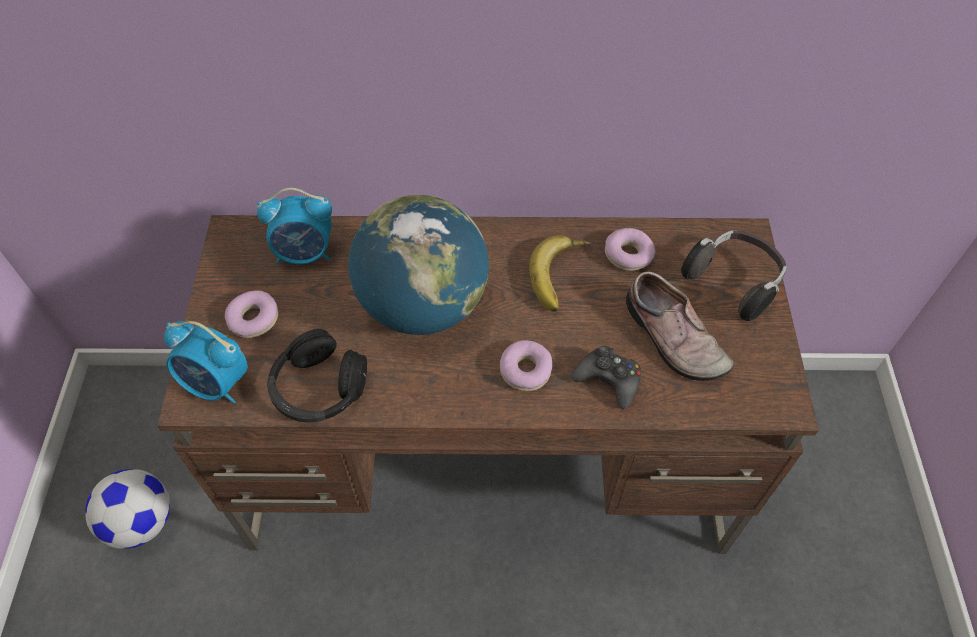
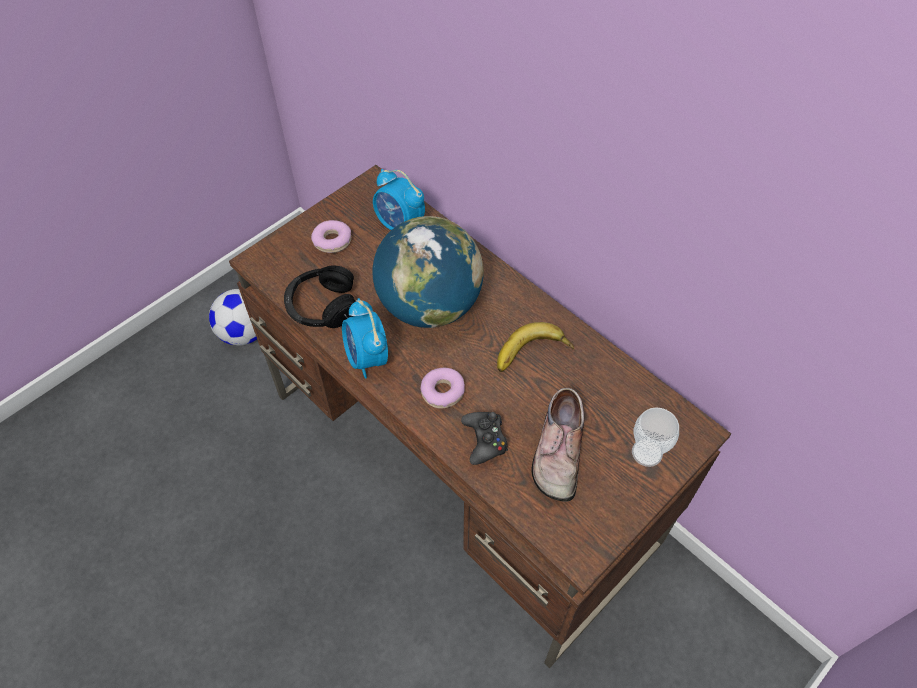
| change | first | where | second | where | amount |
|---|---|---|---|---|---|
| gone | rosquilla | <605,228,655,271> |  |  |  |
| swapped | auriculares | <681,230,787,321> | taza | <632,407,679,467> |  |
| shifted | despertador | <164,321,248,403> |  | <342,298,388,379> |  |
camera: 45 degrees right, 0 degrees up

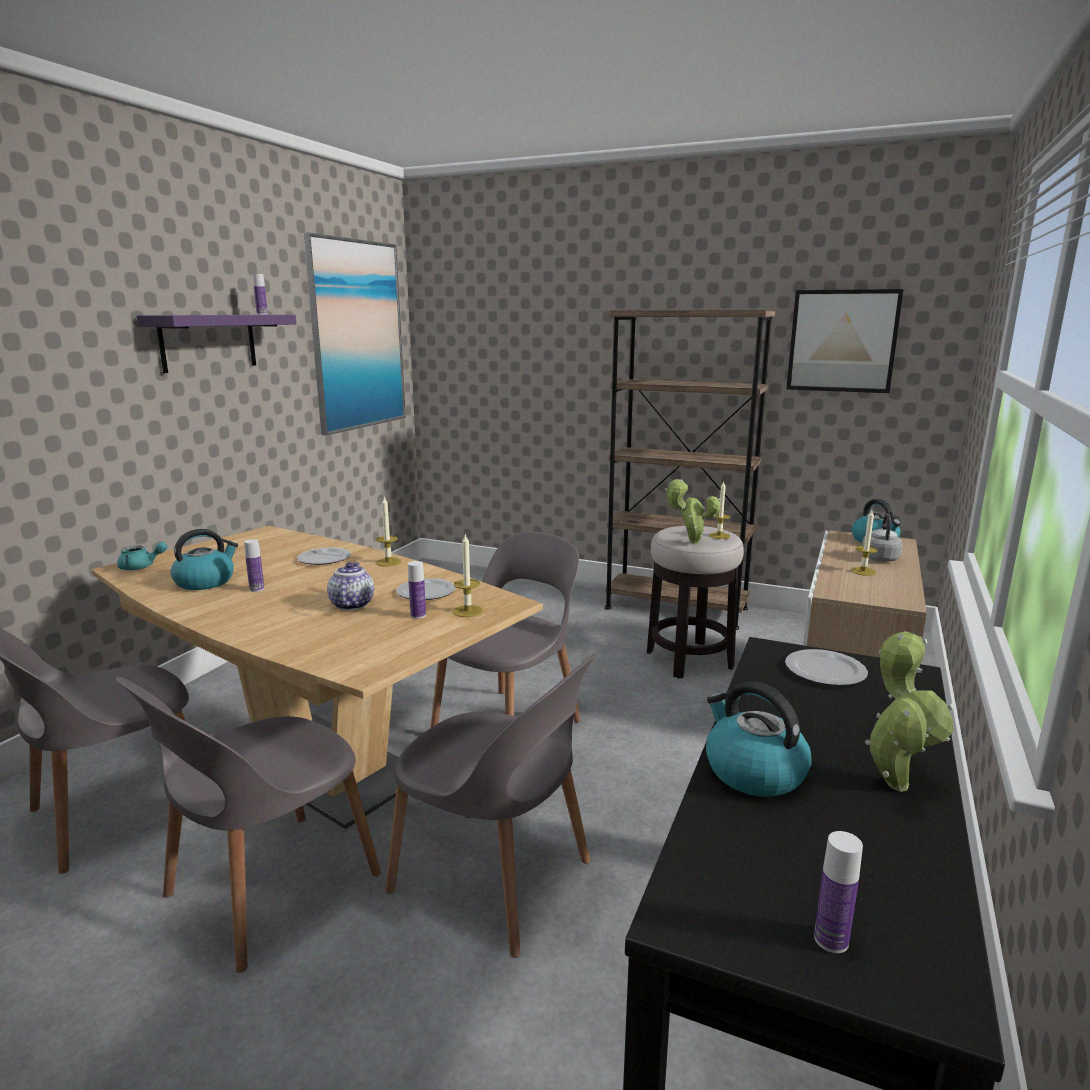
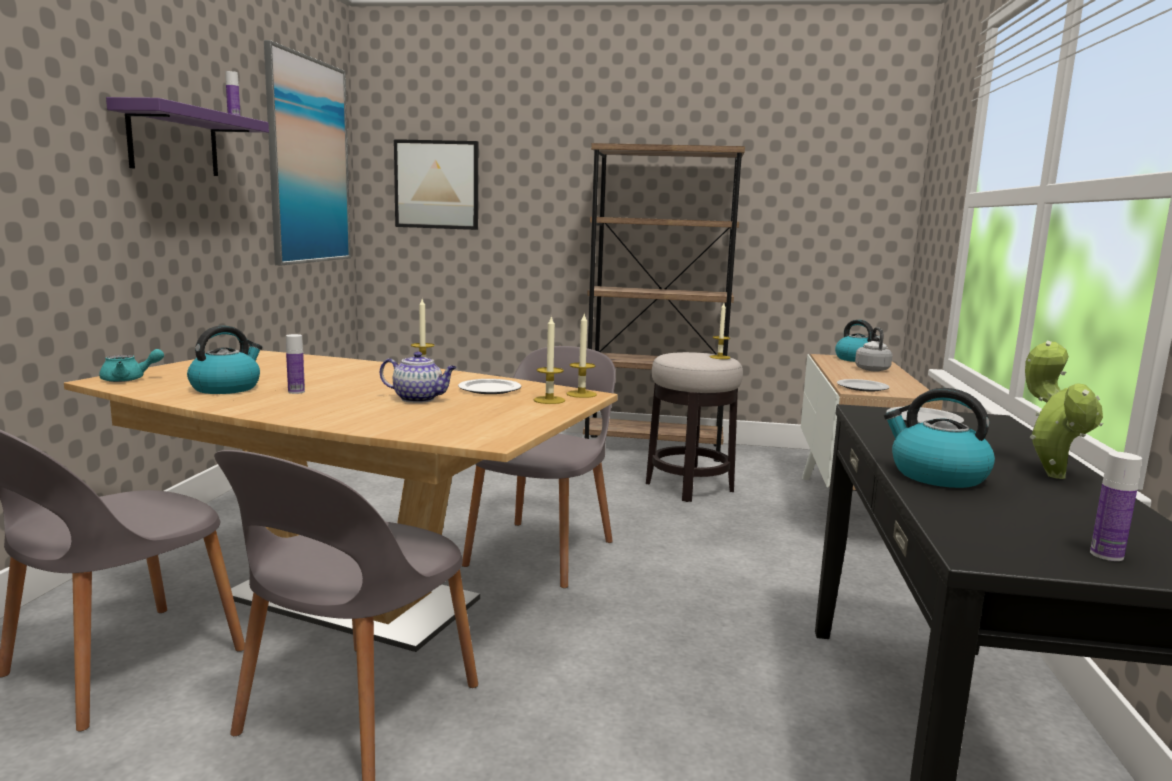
| change | first | where | second | where | amount |
|---|---|---|---|---|---|
| shifted | cuadro | <787,289,904,393> |  | <394,139,478,230> |  |
| gone | planta en maceta | <665,479,721,544> |  |  |  |
| shifted | vela | <851,510,878,576> |  | <566,314,597,398> |  |
| shifted | plato | <297,547,351,565> |  | <837,379,889,392> |  |
| gone | botella | <408,561,426,619> |  |  |  |
| rotated | tetera | <327,562,374,610> |  | <380,351,457,403> | 120 degrees clockwise |
| gone | silla (gris) | <385,653,597,958> |  |  |  |
camera: 15 degrees left, 5 degrees down

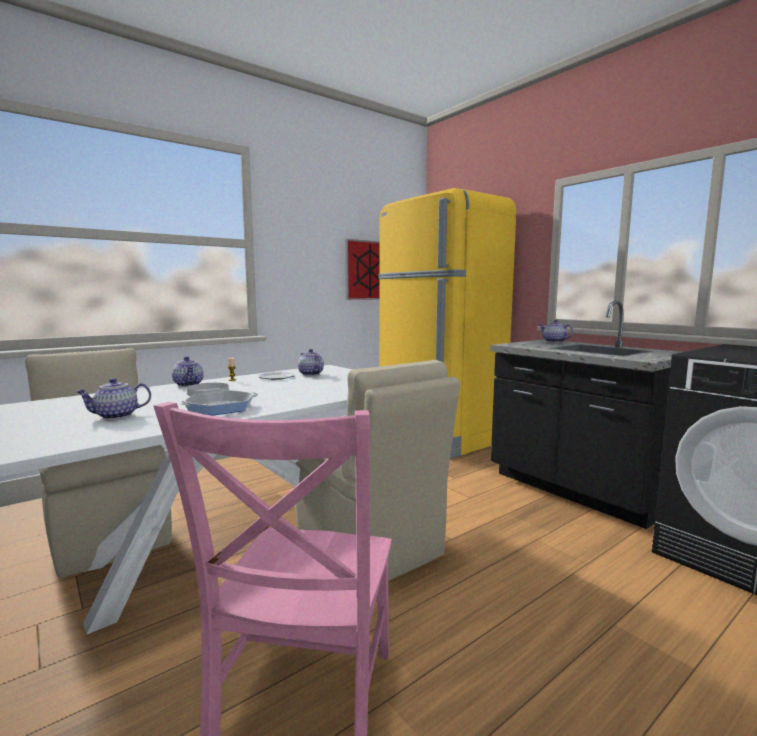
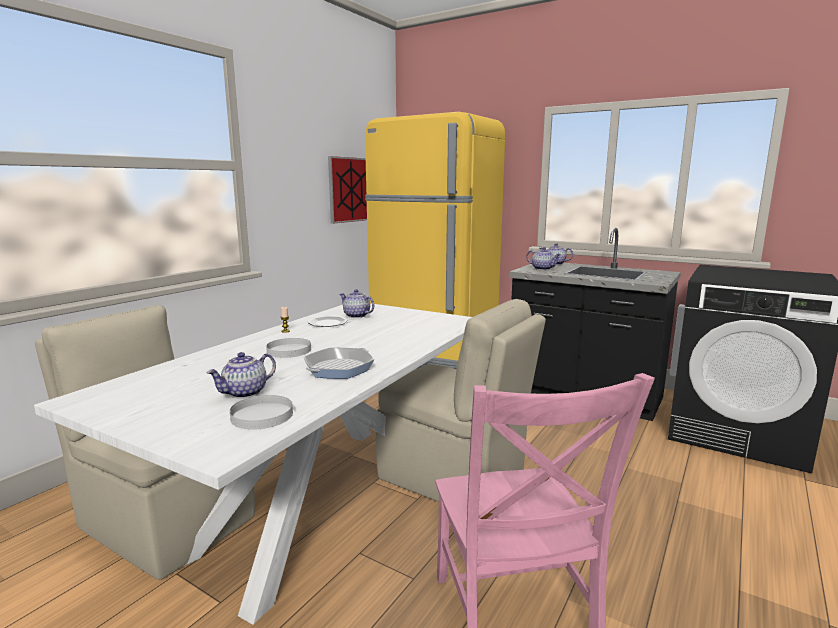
| change | first | where | second | where | amount |
|---|---|---|---|---|---|
| shifted | tetera | <172,356,204,387> |  | <526,247,561,270> |  |
| new |  |  | plato (blanco) | <230,395,293,430> |  |
camera: 20 degrees left, 5 degrees up

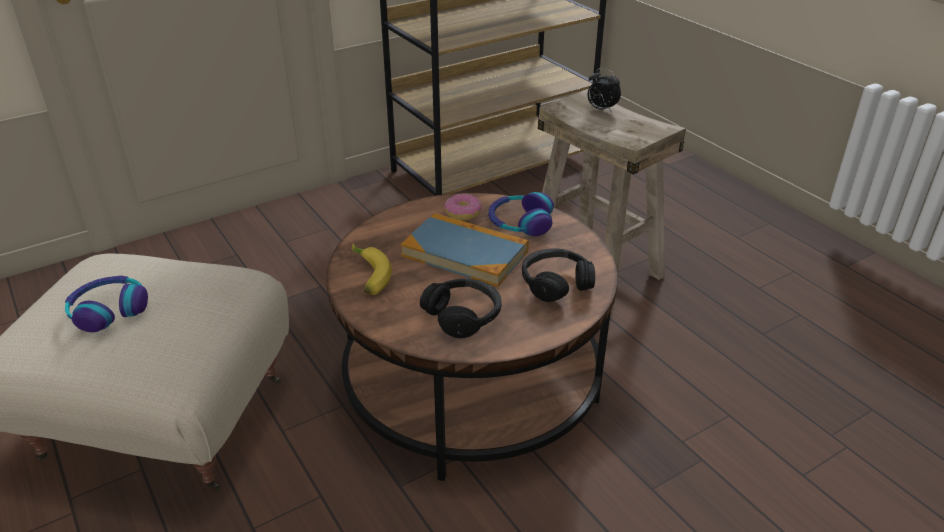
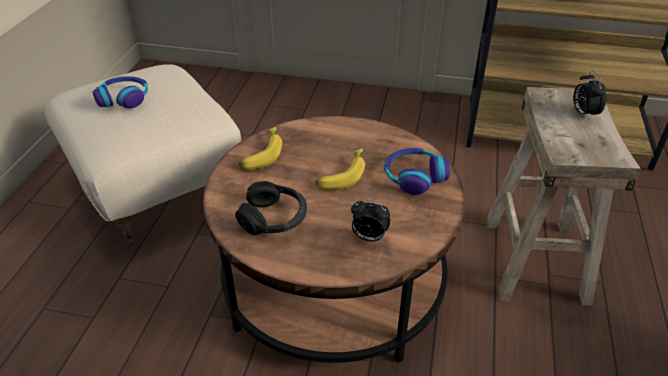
| change | first | where | second | where | amount |
|---|---|---|---|---|---|
| gone | rosquilla | <444,193,481,220> |  |  |  |
| swapped | libro | <400,213,529,287> | plátano | <316,149,365,190> |  |
| swapped | auriculares (negro) | <522,248,595,302> | despertador | <351,199,391,241> |  |
camera: 45 degrees right, 5 degrees up

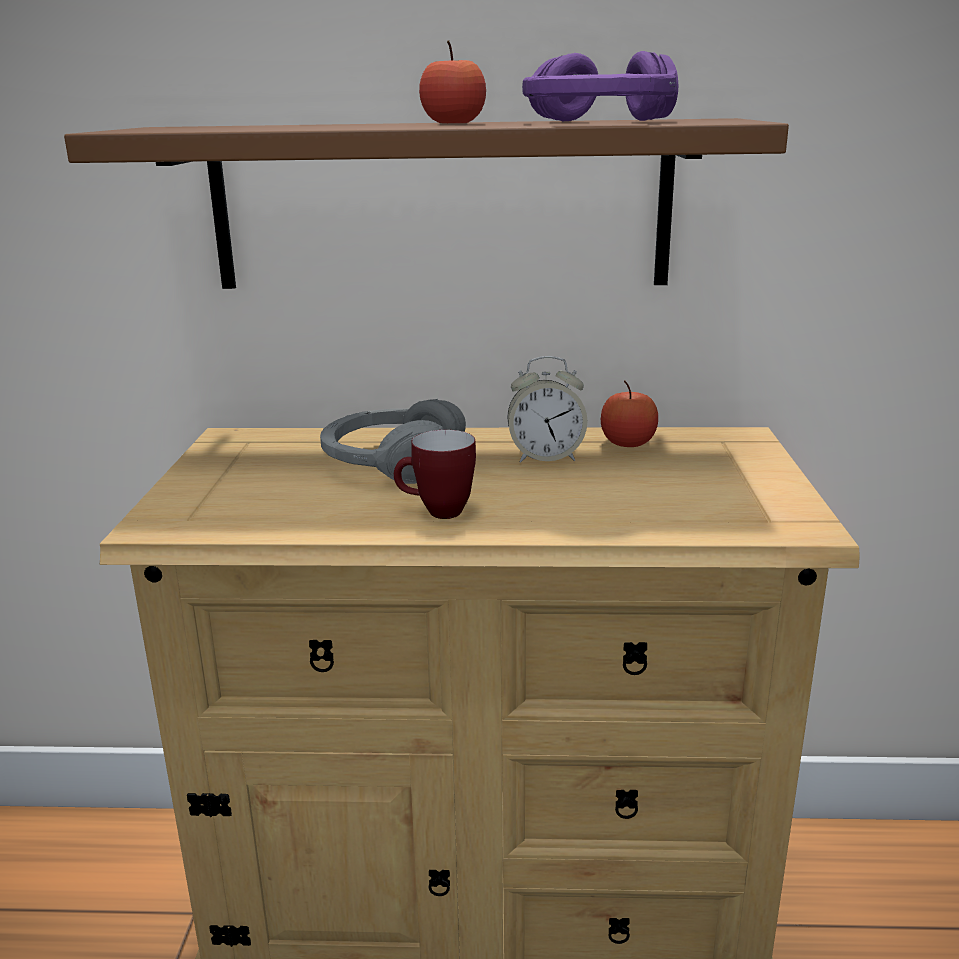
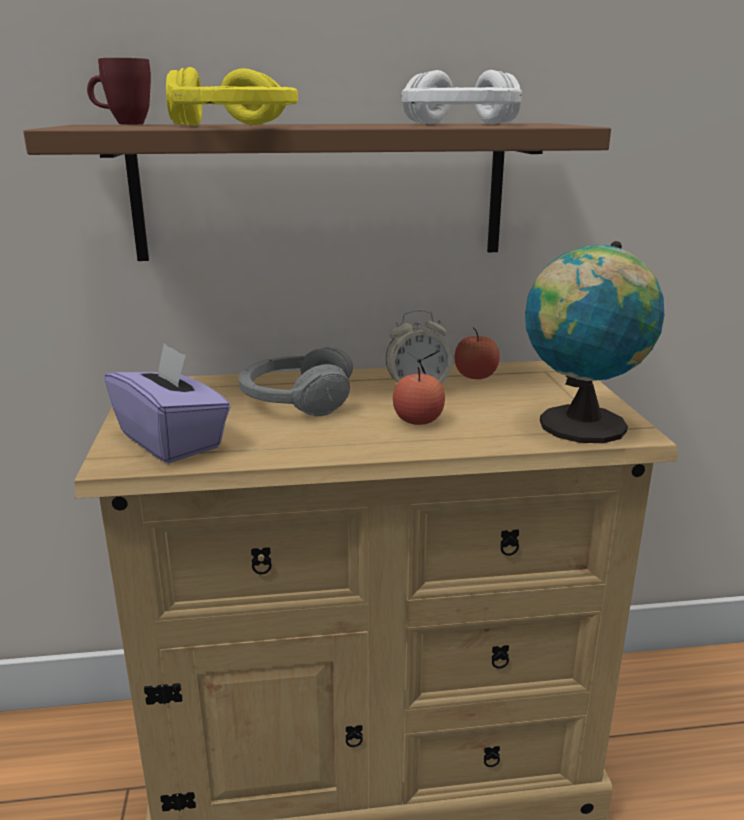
| change | first | where | second | where | amount |
|---|---|---|---|---|---|
| shifted | manzana | <419,40,486,123> |  | <393,367,445,425> |  |
| repainted | auriculares (morado) | <522,51,678,121> | auriculares (blanco) | <401,70,522,124> |  |
| shifted | taza grande | <394,430,476,519> |  | <87,58,151,124> |  |
| new |  |  | auriculares (amarillo) | <166,67,298,126> |  |
| new |  |  | globo terráqueo | <525,241,664,443> |  |
| new |  |  | caja de pañuelos (morado) | <105,343,231,463> |  |
camera: 10 degrees left, 0 degrees up

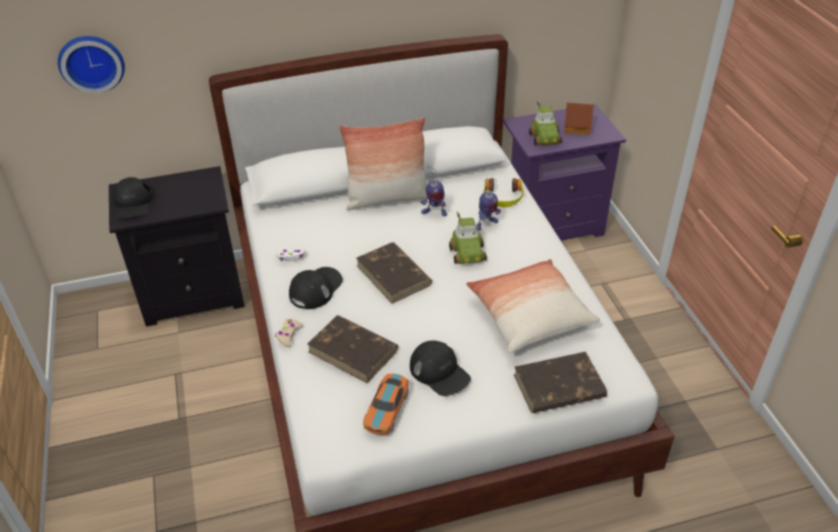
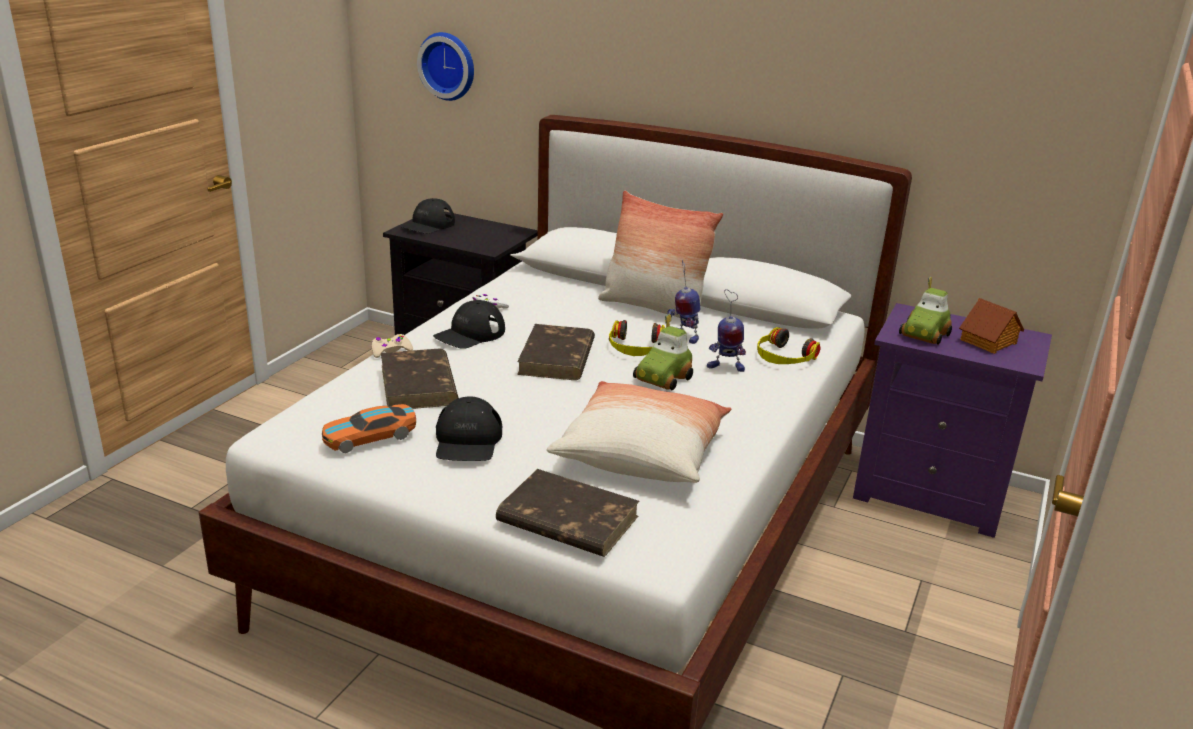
| change | first | where | second | where | amount |
|---|---|---|---|---|---|
| rotated | gorra (negro) | <289,267,343,309> |  | <433,300,505,349> | 150 degrees clockwise |
| new |  |  | auriculares | <609,320,665,356> |  |
camera: 40 degrees right, 15 degrees down

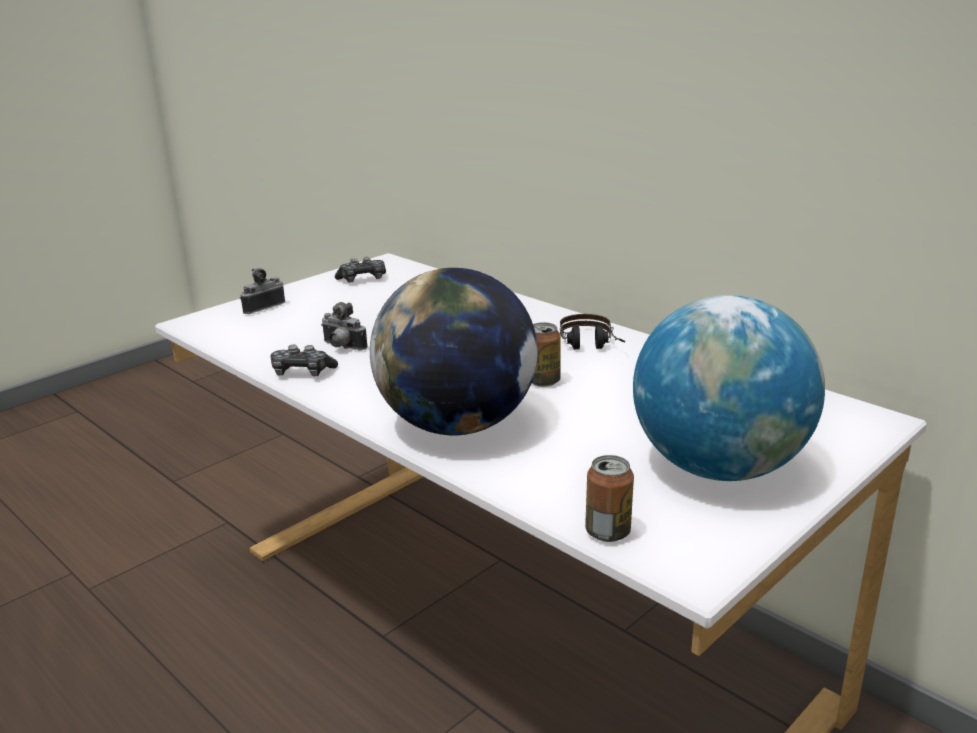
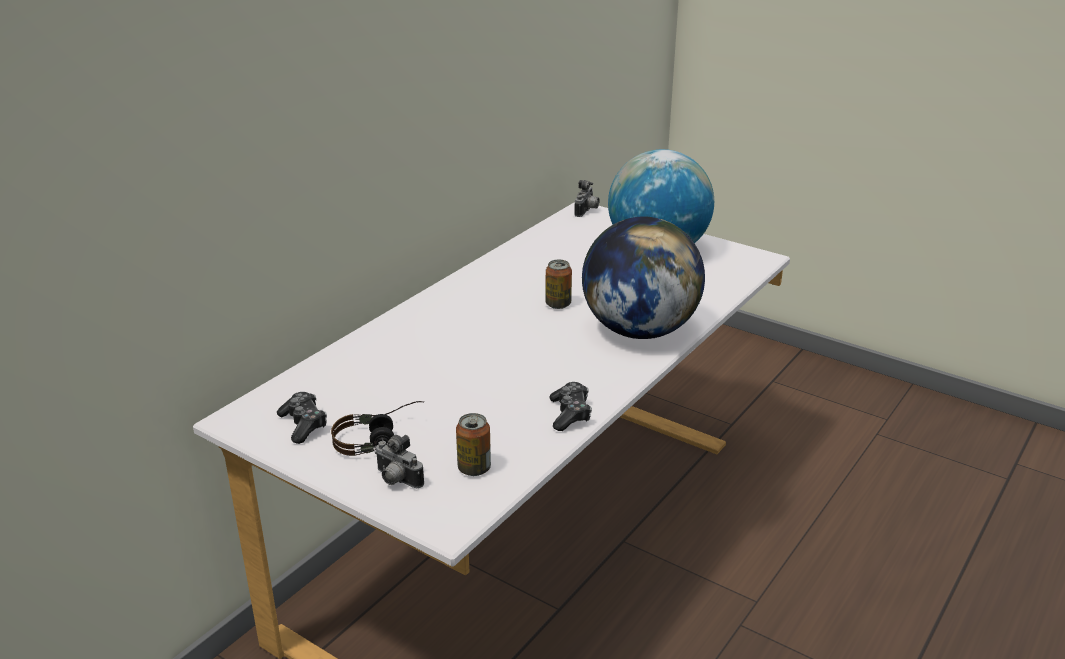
| change | first | where | second | where | amount |
|---|---|---|---|---|---|
| shifted | cámara | <321,302,368,350> |  | <574,180,600,217> |  |
| shifted | auriculares | <560,314,626,349> |  | <331,401,424,456> |  |
| shifted | lata | <585,455,634,542> |  | <456,413,491,476> |  |
camera: 100 degrees left, 5 degrees up

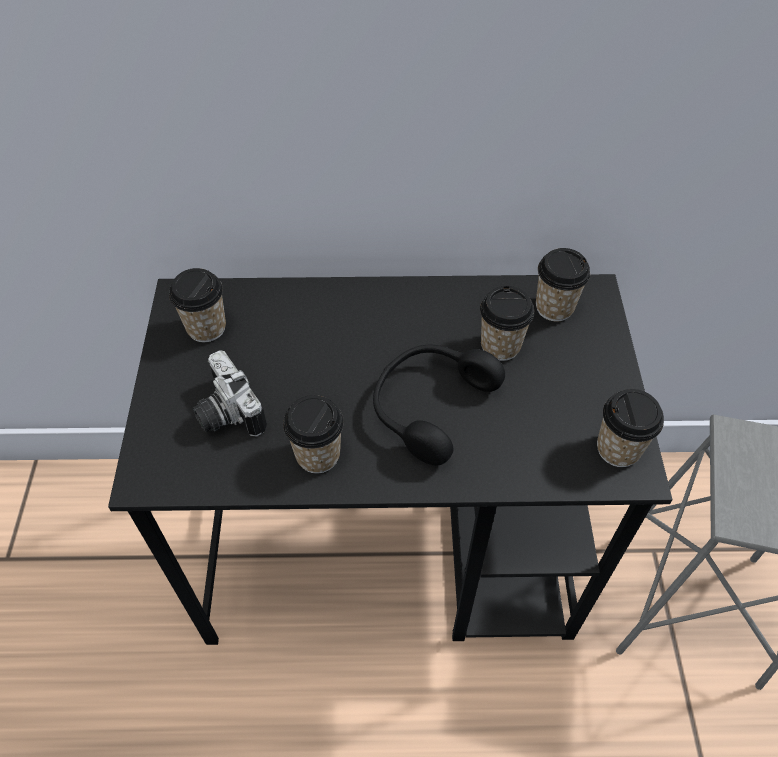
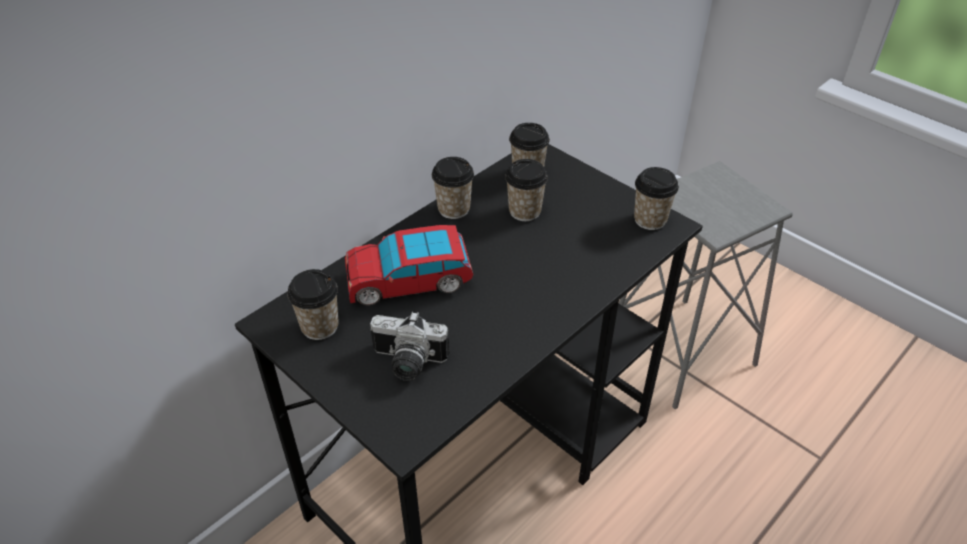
| change | first | where | second | where | amount |
|---|---|---|---|---|---|
| gone | auriculares (negro) | <373,345,505,466> |  |  |  |
| shifted | taza | <283,395,344,474> |  | <432,157,474,219> |  |
| new |  |  | coche de juguete | <345,225,473,305> |  |
camera: 45 degrees left, 10 degrees down

